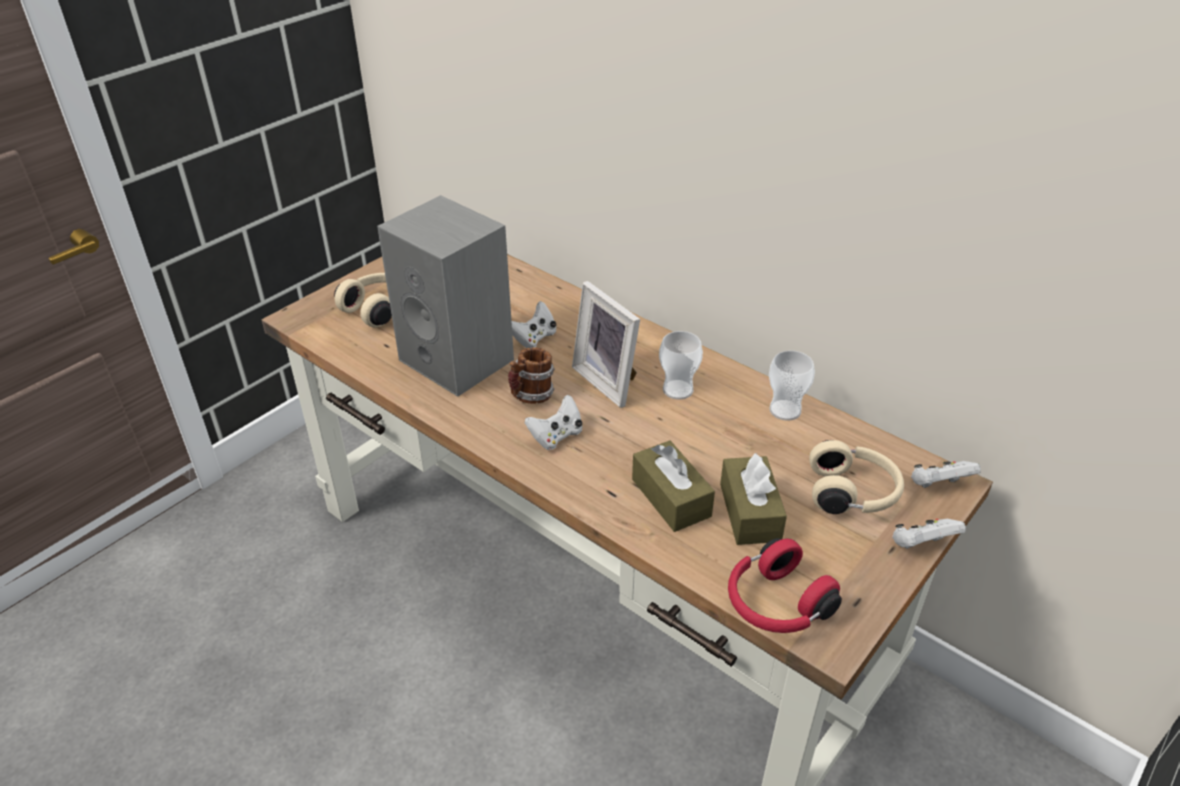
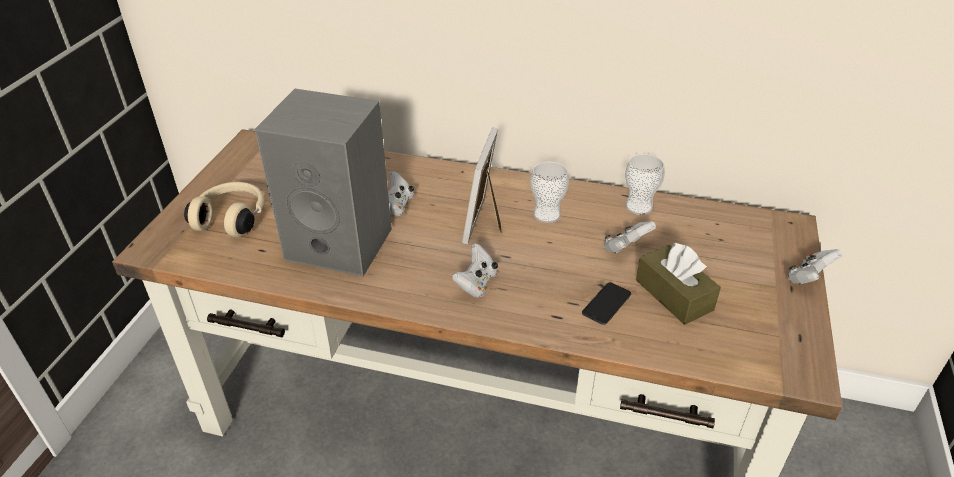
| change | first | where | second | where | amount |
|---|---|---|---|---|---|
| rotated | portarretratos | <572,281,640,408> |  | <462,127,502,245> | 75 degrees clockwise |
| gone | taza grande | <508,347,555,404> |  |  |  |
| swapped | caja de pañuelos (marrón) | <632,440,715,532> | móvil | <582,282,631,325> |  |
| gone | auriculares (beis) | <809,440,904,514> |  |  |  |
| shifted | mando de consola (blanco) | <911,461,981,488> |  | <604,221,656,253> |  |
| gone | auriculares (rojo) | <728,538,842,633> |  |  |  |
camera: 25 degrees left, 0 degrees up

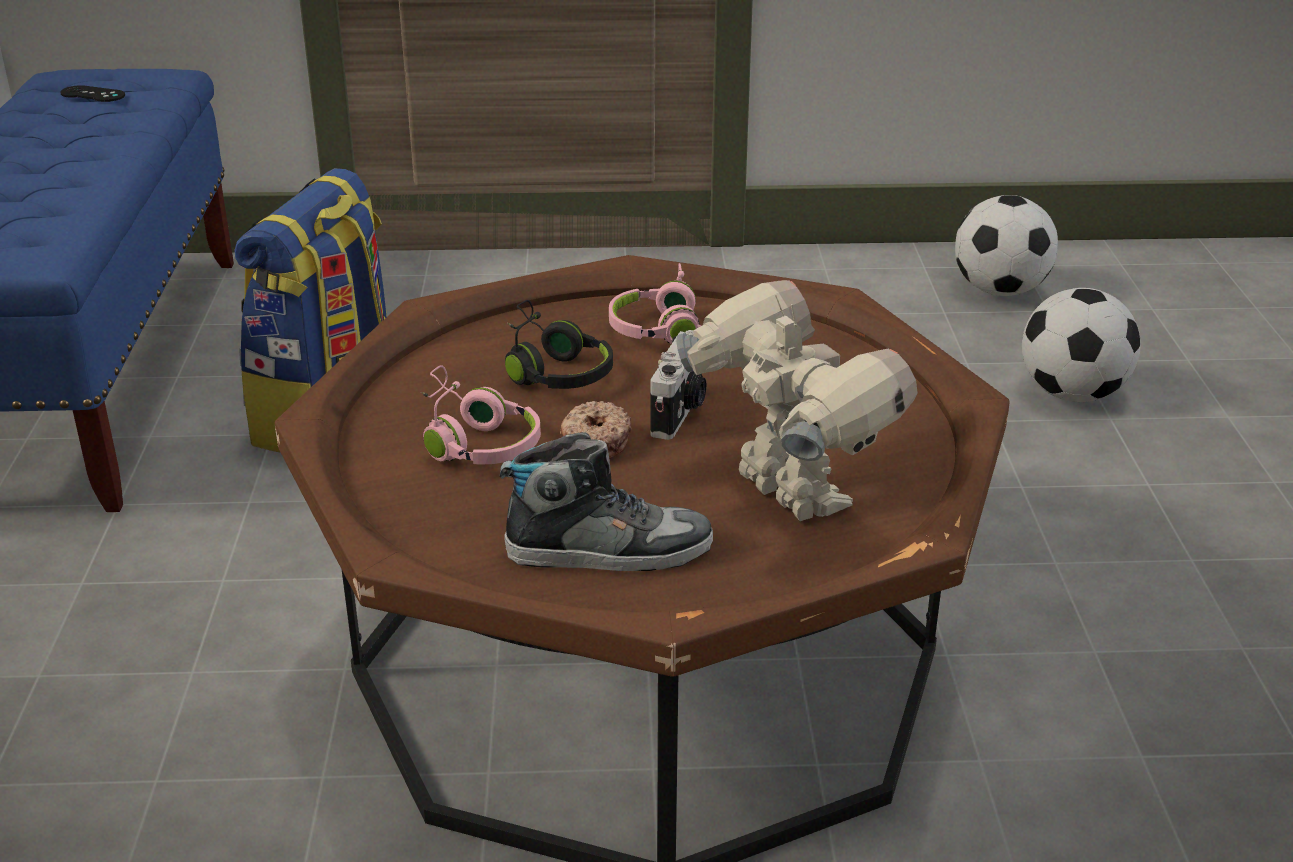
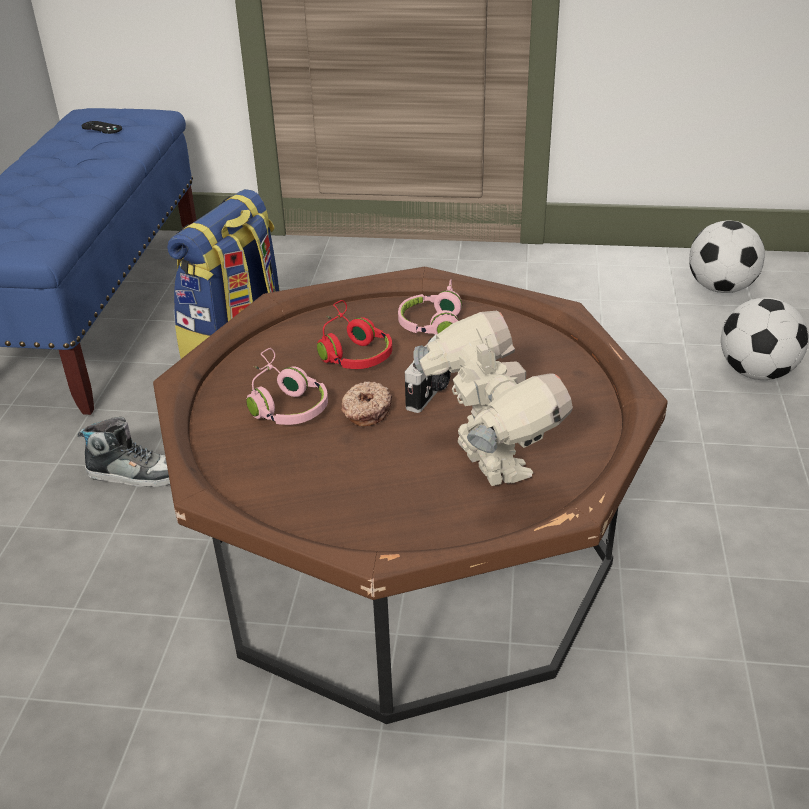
| change | first | where | second | where | amount |
|---|---|---|---|---|---|
| repainted | auriculares (negro) | <505,300,613,389> | auriculares (rojo) | <317,300,392,369> |  |
| shifted | zapato | <500,432,713,571> |  | <78,417,170,487> |  |
camera: 10 degrees right, 5 degrees up

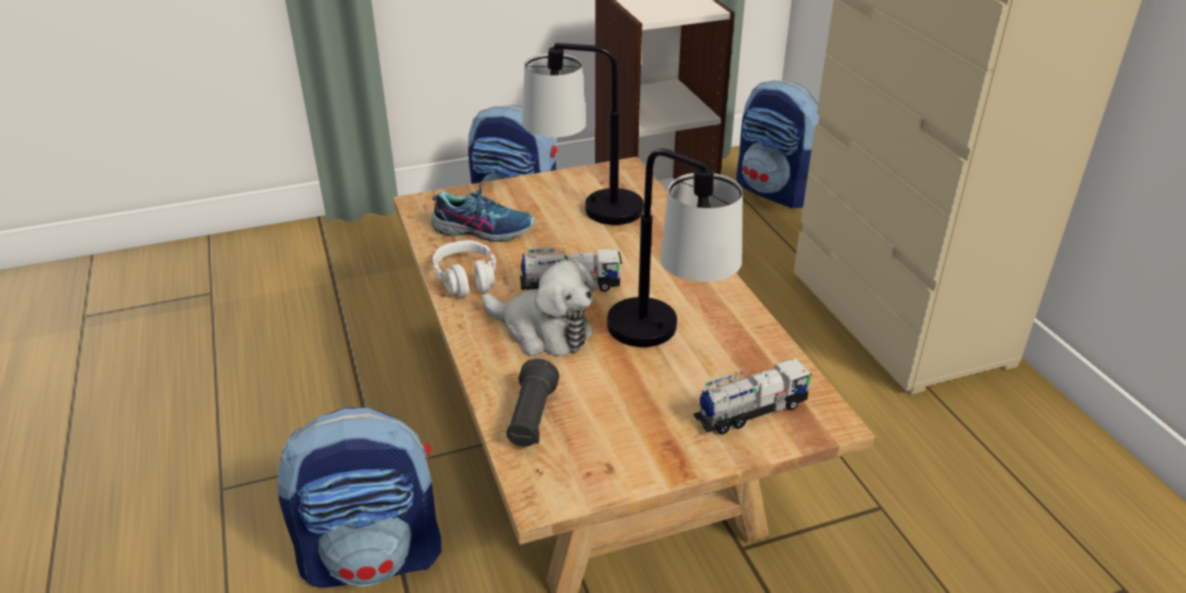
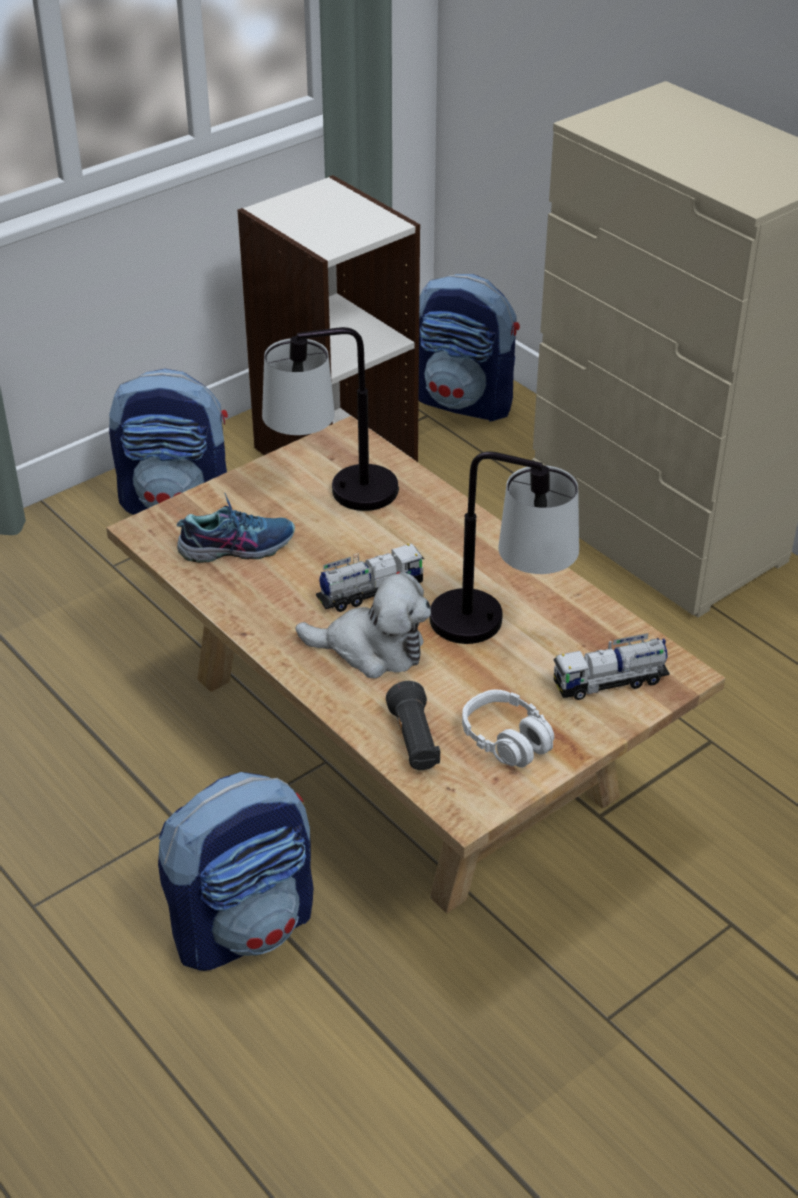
| change | first | where | second | where | amount |
|---|---|---|---|---|---|
| shifted | auriculares (blanco) | <433,240,496,297> |  | <462,689,554,767> |  |
| rotated | camión de juguete | <694,358,812,435> |  | <553,633,669,700> | 150 degrees counterclockwise |
camera: 20 degrees left, 5 degrees up

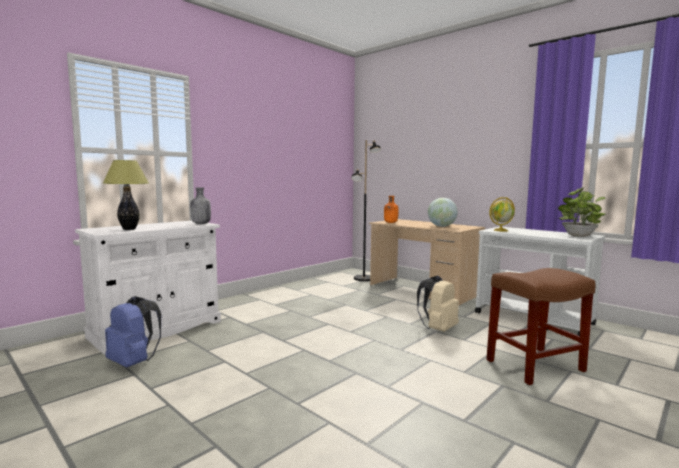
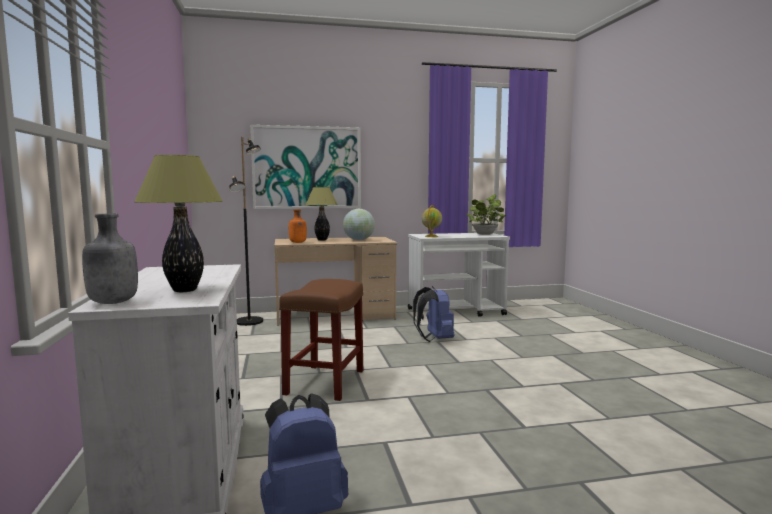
| change | first | where | second | where | amount |
|---|---|---|---|---|---|
| shifted | botella (gris) | <190,188,211,224> |  | <82,213,138,304> |  |
| shifted | taburete (marrón) | <486,268,596,385> |  | <279,279,363,401> |  |
| repainted | mochila (beis) | <417,276,459,332> | mochila (azul) | <413,286,454,342> |  |
| new |  |  | cuadro | <250,125,361,209> |  |
| new |  |  | lámpara de mesa | <306,187,338,241> |  |
camera: 55 degrees left, 0 degrees up

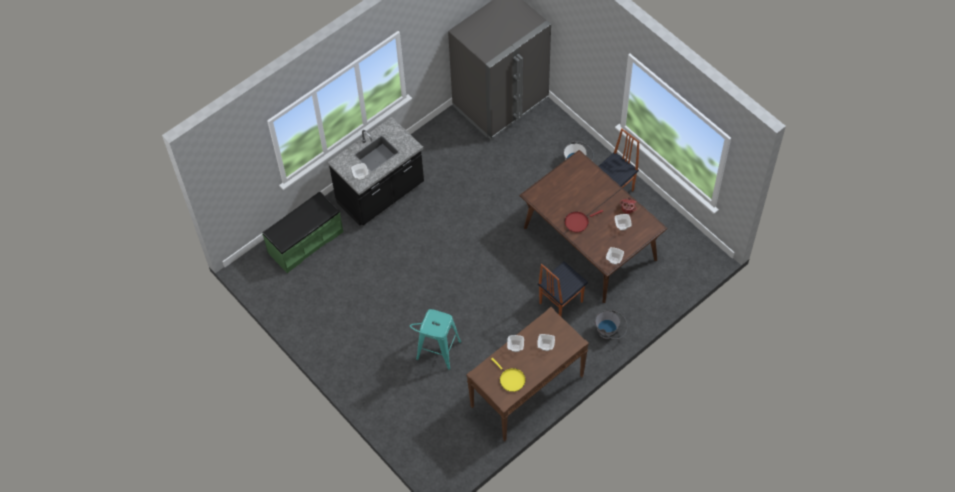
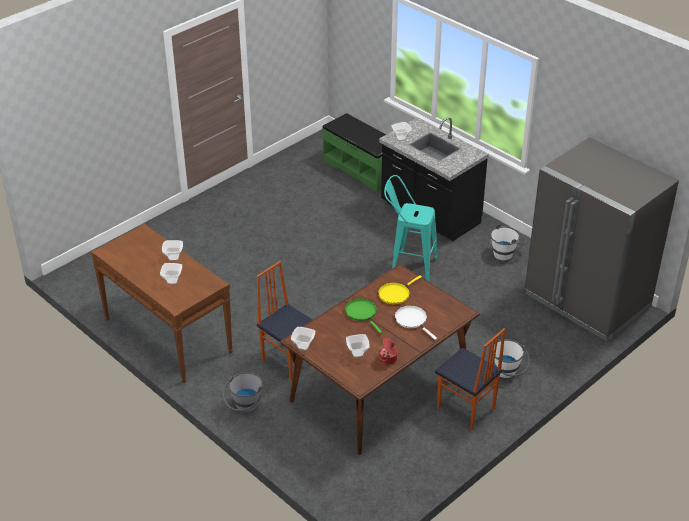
| change | first | where | second | where | amount |
|---|---|---|---|---|---|
| repainted | sartén (rojo) | <565,210,603,233> | sartén (verde) | <345,298,382,334> |  |
| shifted | taburete (turquesa) | <410,309,461,370> |  | <384,175,438,281> |  |
| shifted | sartén (amarillo) | <491,358,526,392> |  | <378,275,422,304> |  |
| new |  |  | cubo (blanco) | <490,224,527,260> |  |
| new |  |  | sartén (blanco) | <395,305,437,340> |  |
camera: 85 degrees right, 20 degrees down

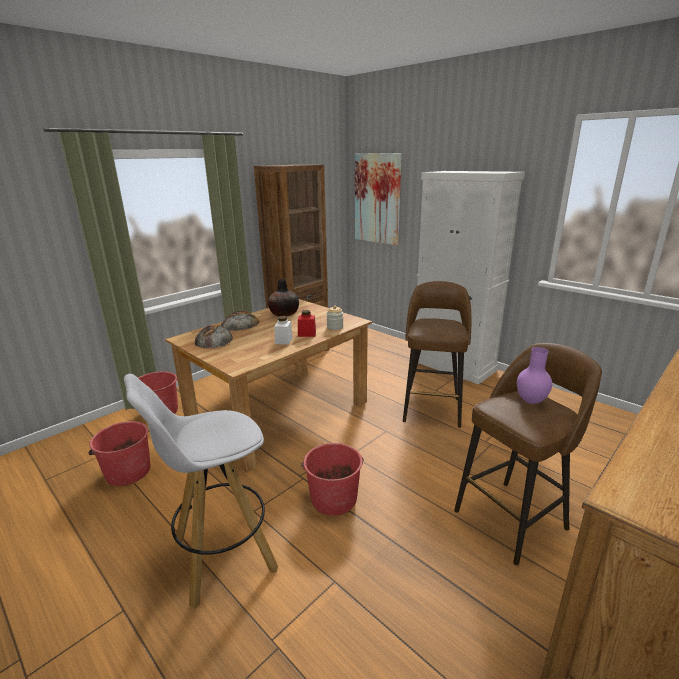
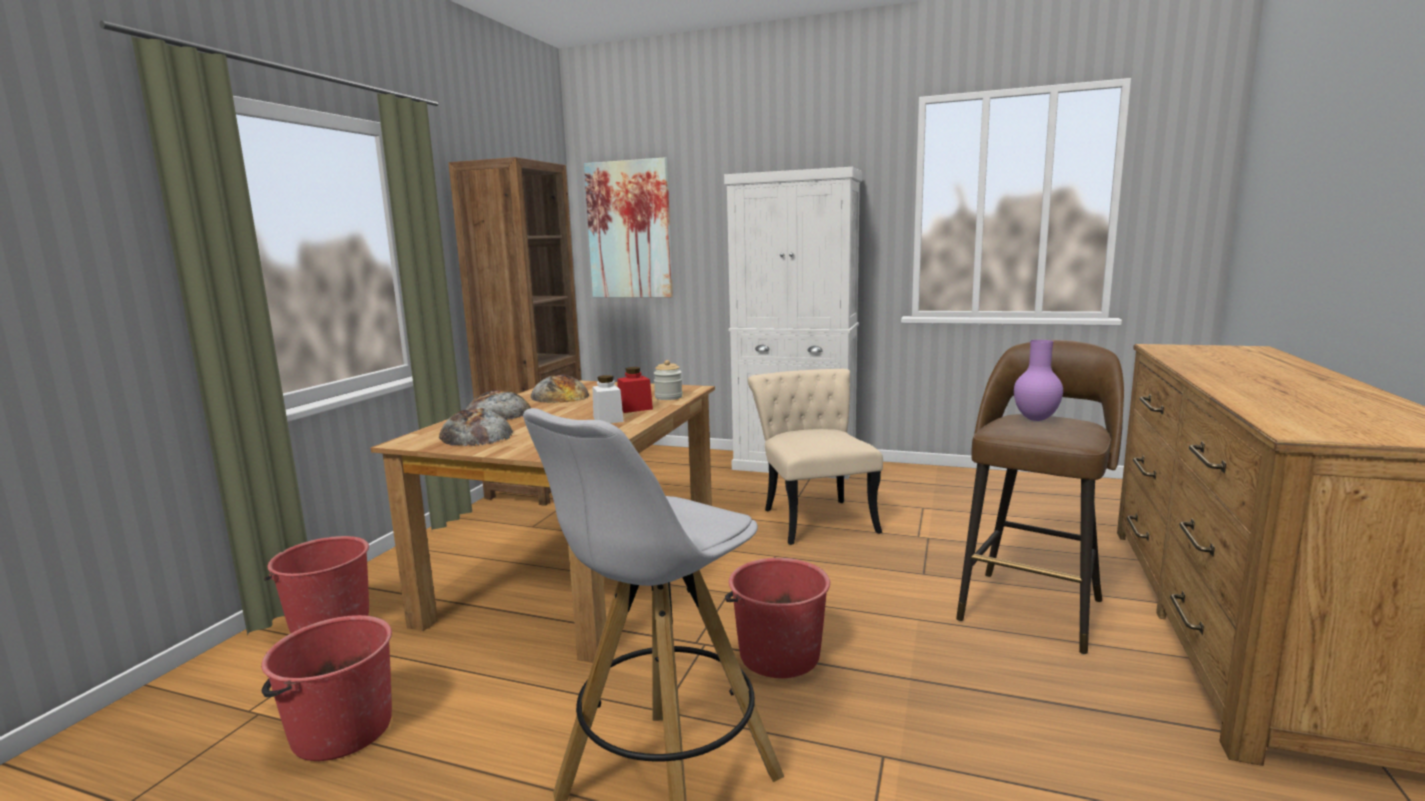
| change | first | where | second | where | amount |
|---|---|---|---|---|---|
| swapped | florero | <268,279,299,317> | pan | <530,375,589,403> |  |
| swapped | taburete (marrón) | <403,281,471,428> | silla (beis) | <748,369,883,545> |  |
camera: 25 degrees left, 10 degrees down

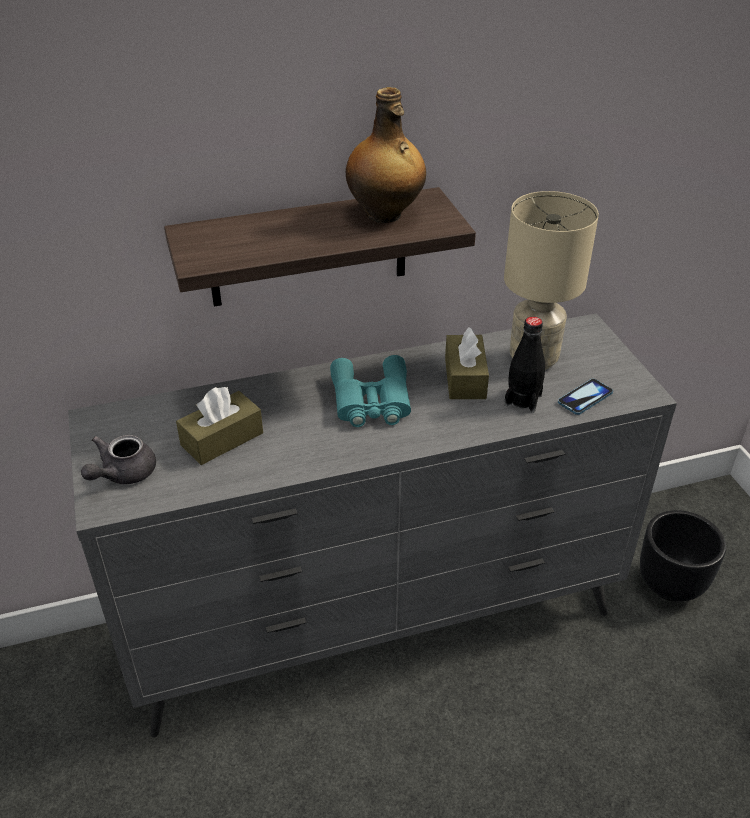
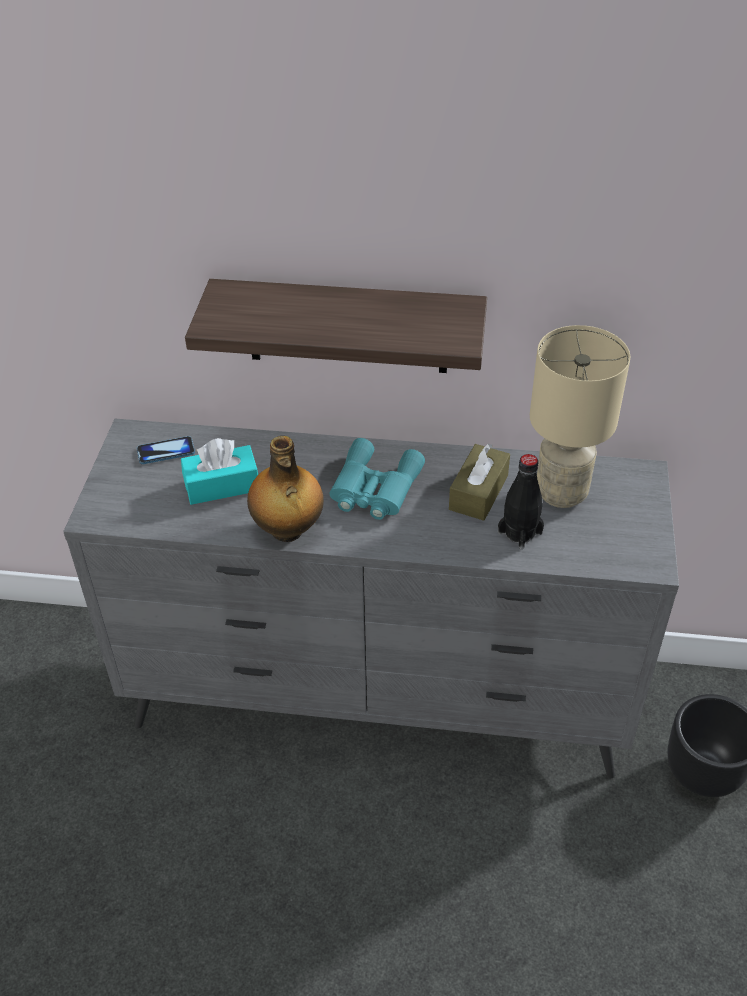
| change | first | where | second | where | amount |
|---|---|---|---|---|---|
| shifted | botella | <346,87,426,223> |  | <247,436,324,542> |  |
| shifted | móvil | <558,379,613,415> |  | <137,436,195,464> |  |
| repainted | caja de pañuelos (marrón) | <176,387,263,465> | caja de pañuelos (turquesa) | <181,438,258,505> |  |
| gone | tetera (gris) | <81,435,156,484> |  |  |  |
camera: 25 degrees right, 5 degrees up

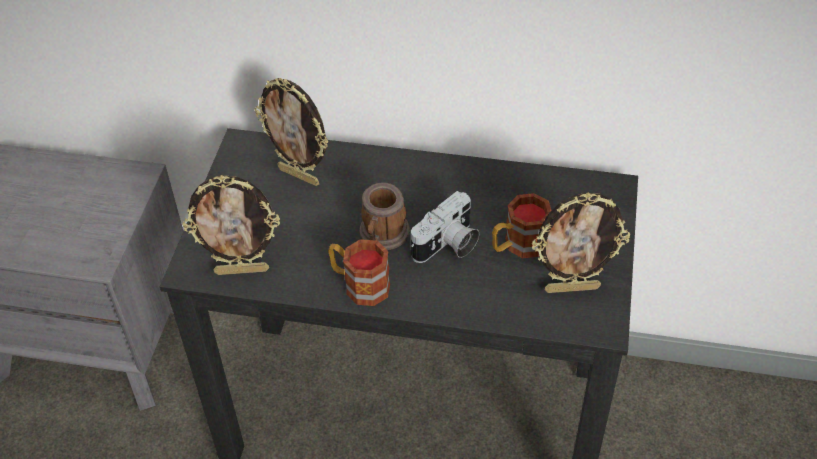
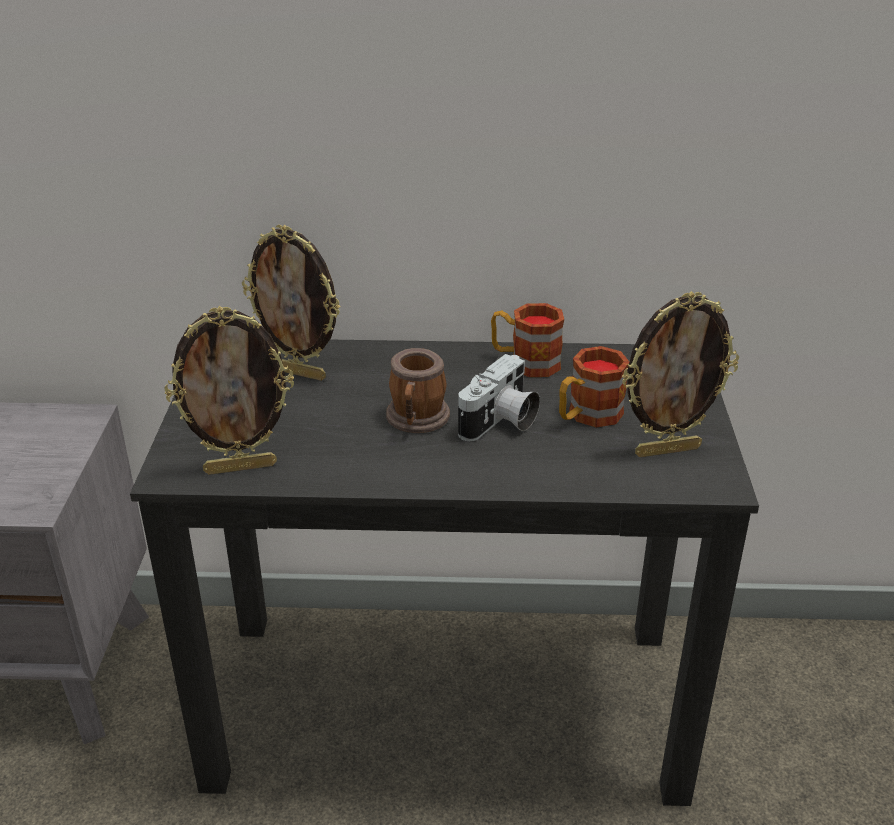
| change | first | where | second | where | amount |
|---|---|---|---|---|---|
| shifted | taza grande | <328,239,390,306> |  | <491,303,564,377> |  |
camera: 10 degrees left, 15 degrees down

